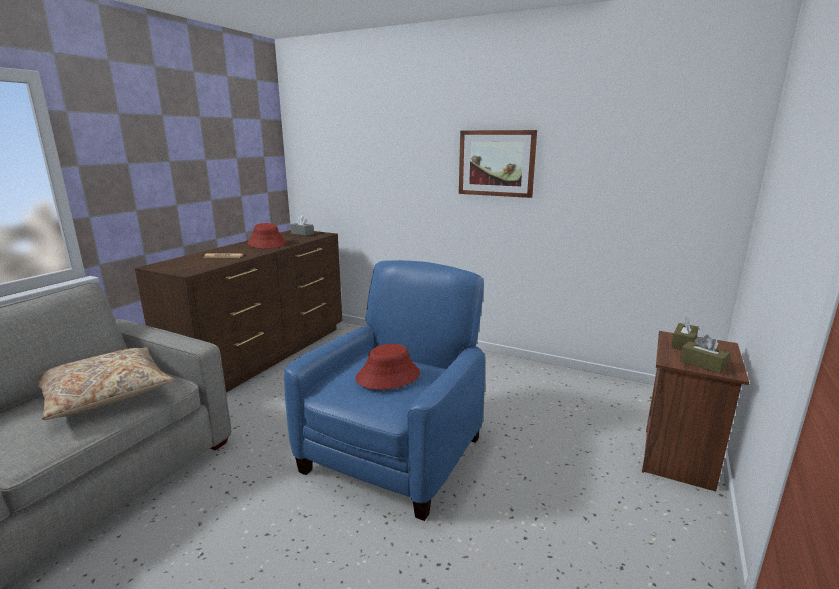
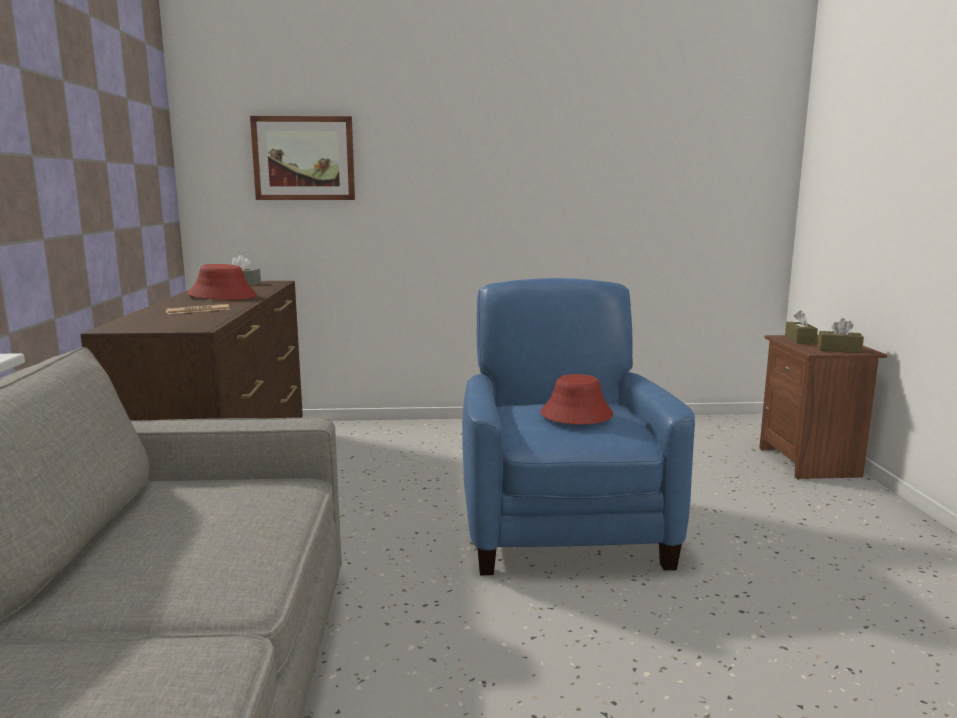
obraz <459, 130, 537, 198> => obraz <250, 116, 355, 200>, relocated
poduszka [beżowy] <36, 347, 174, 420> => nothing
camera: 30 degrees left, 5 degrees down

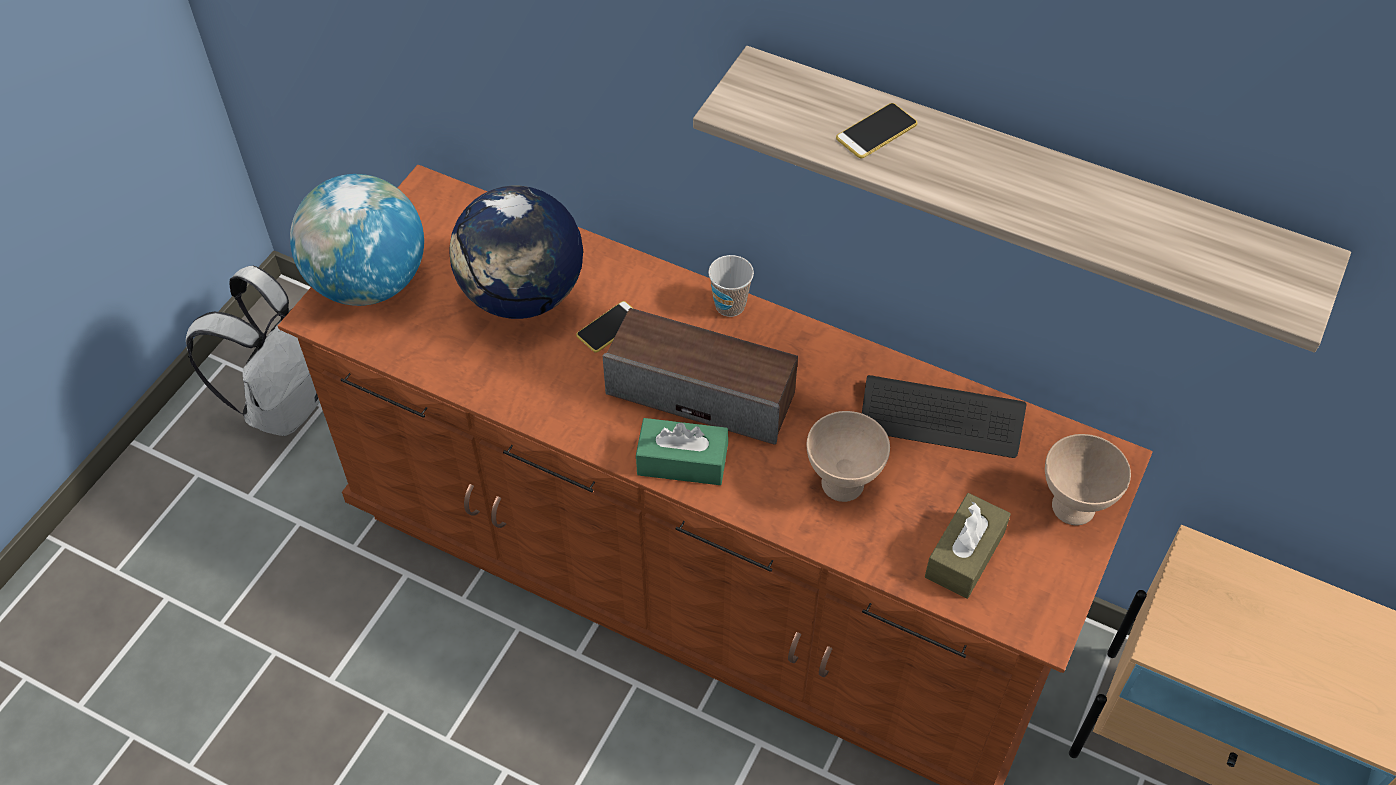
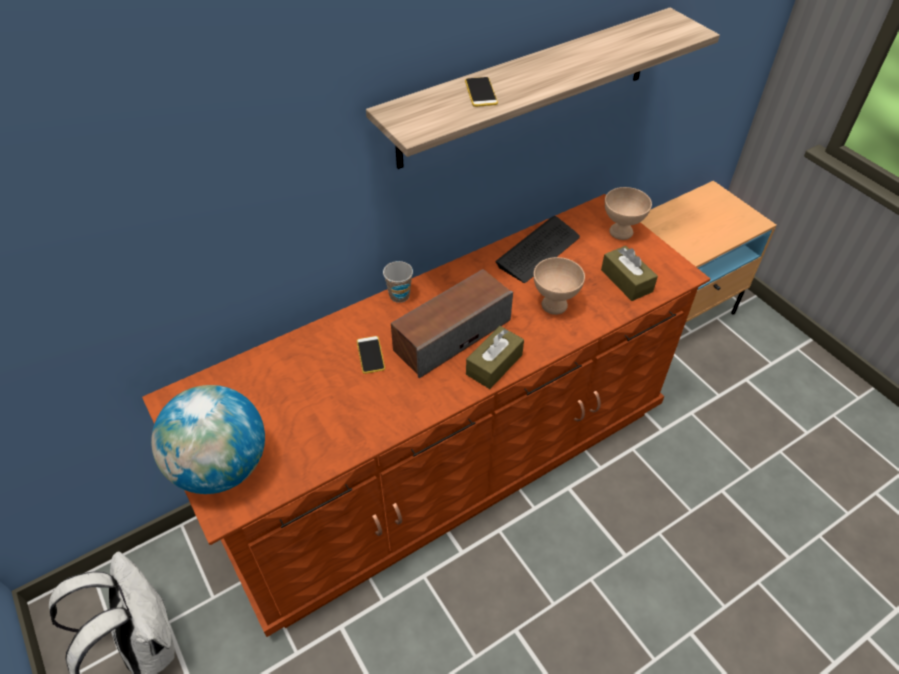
globus <449, 186, 583, 319> => nothing
pudełko chusteczek [zielony] <636, 418, 728, 485> => pudełko chusteczek [brązowy] <466, 326, 524, 389>
camera: 60 degrees left, 5 degrees down

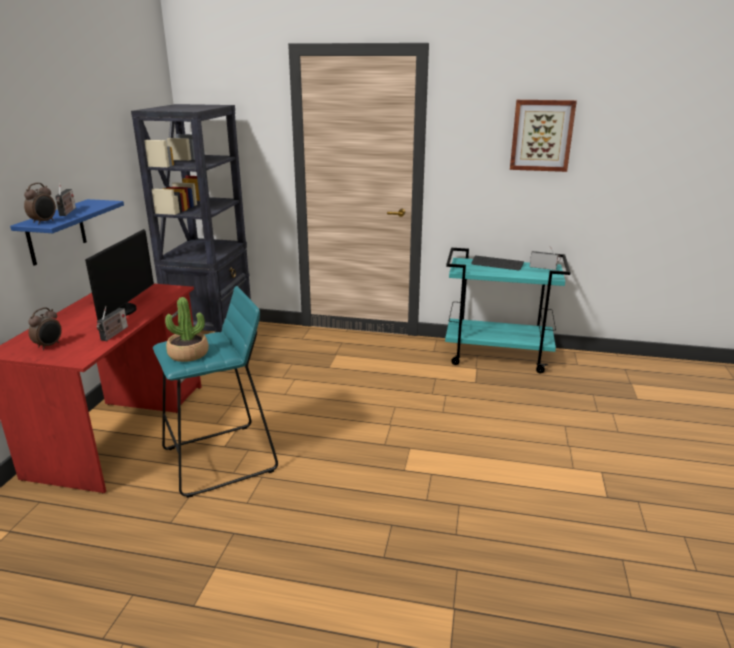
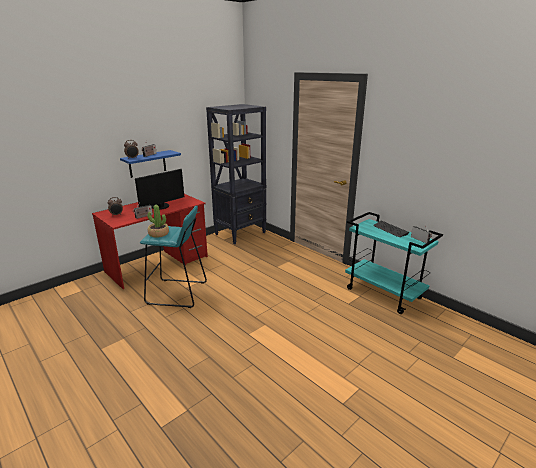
obraz <510, 100, 577, 172> => nothing
camera: 35 degrees right, 0 degrees up

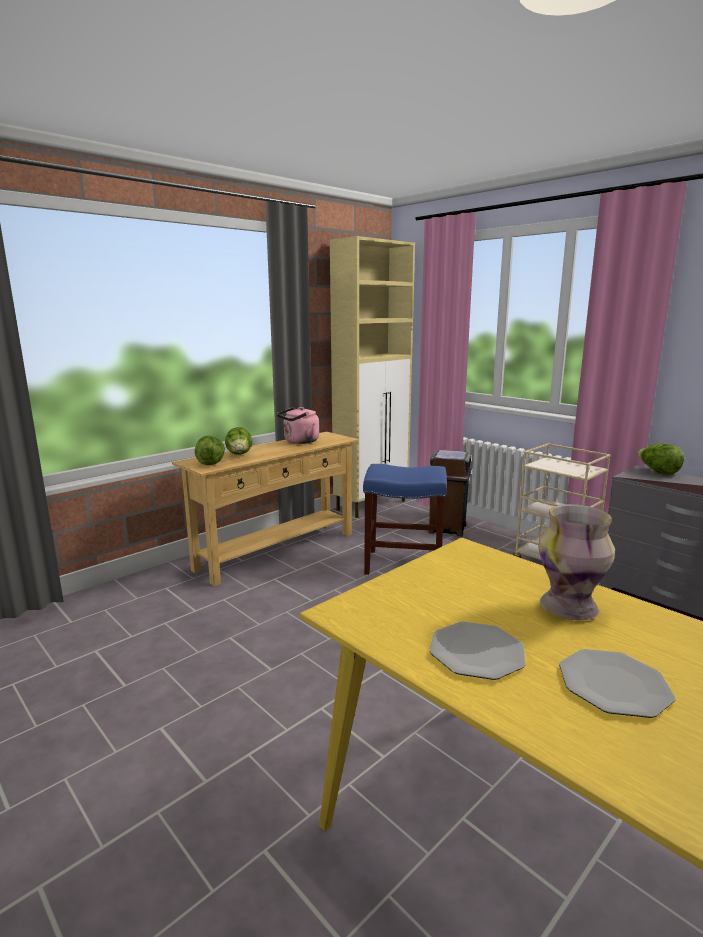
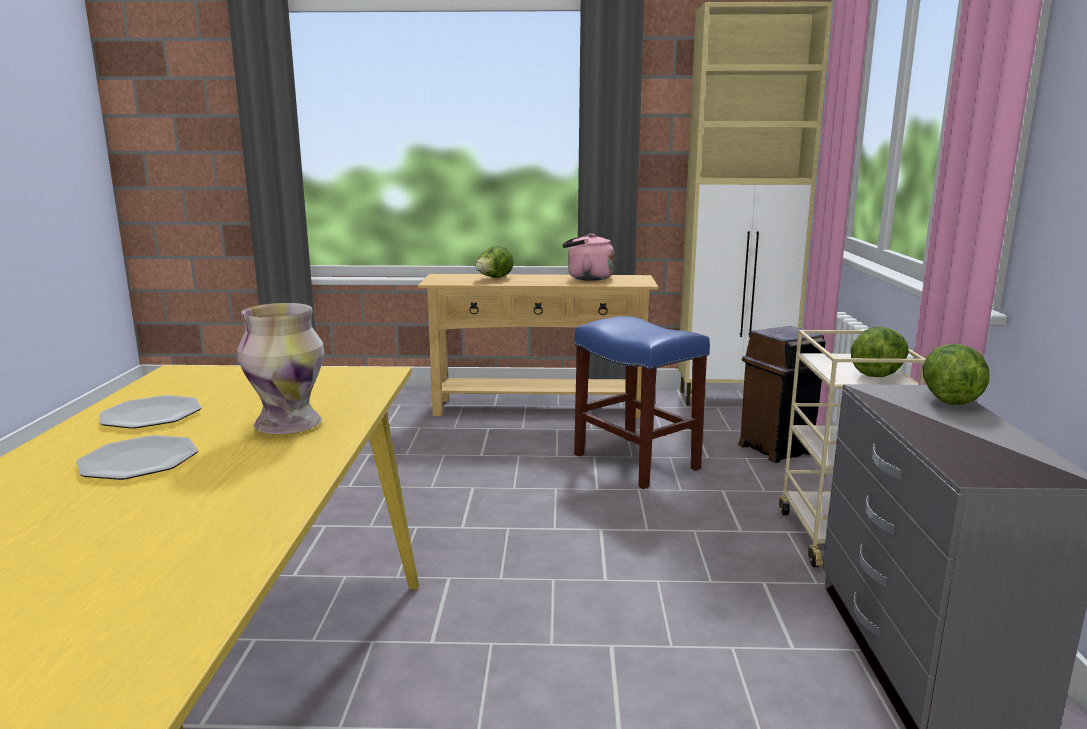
sałata <195, 436, 225, 465> => sałata <851, 327, 909, 377>, relocated
camera: 45 degrees right, 0 degrees up

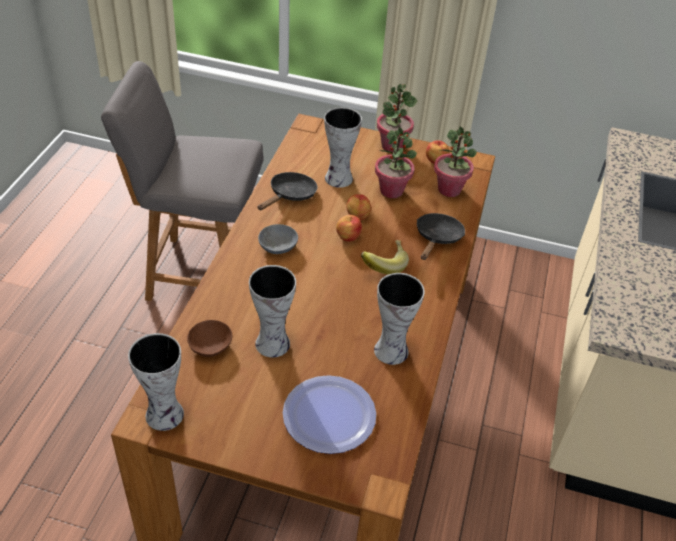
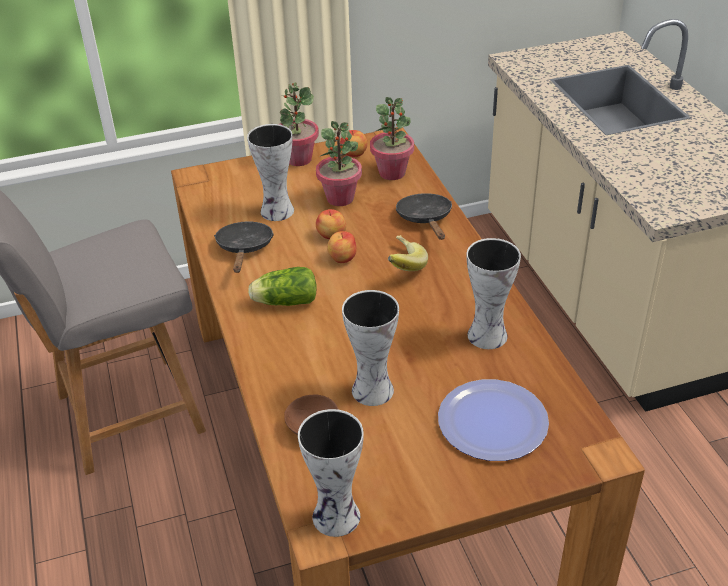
miska [szary] <258, 224, 298, 254> => sałata <248, 267, 316, 306>
camera: 30 degrees left, 5 degrees down

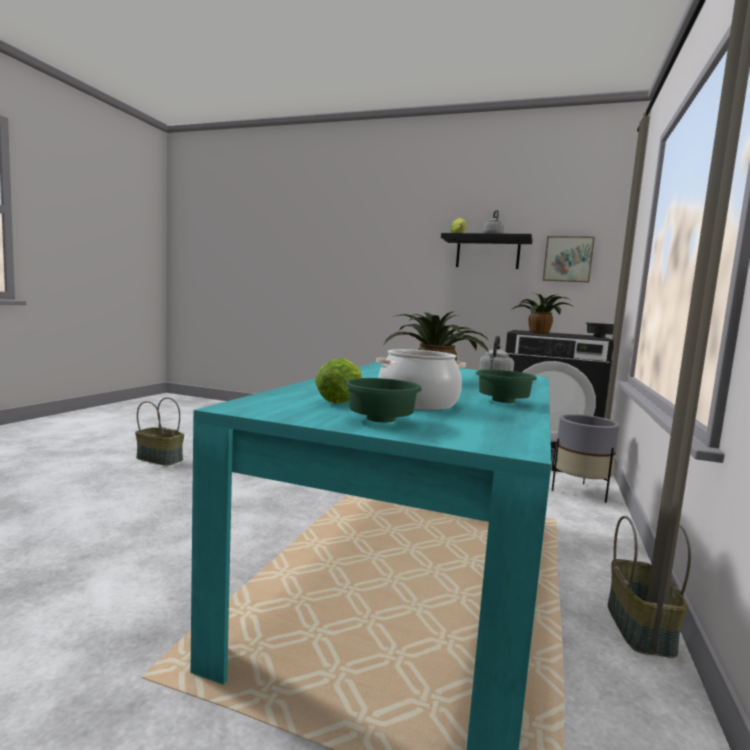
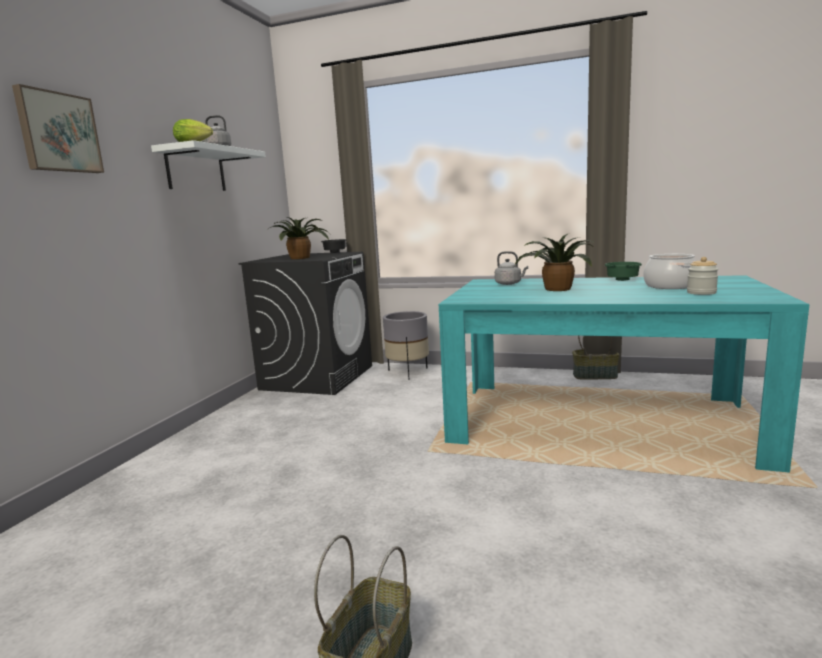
półka [czarny] <441, 233, 533, 269> => półka [biały] <151, 140, 266, 191>
obraz <543, 236, 595, 282> => obraz <12, 84, 104, 173>, relocated
sałata <315, 358, 362, 404> => słoik <687, 257, 719, 295>
miska [zielony] <345, 378, 422, 422> => nothing
camera: 90 degrees left, 5 degrees up

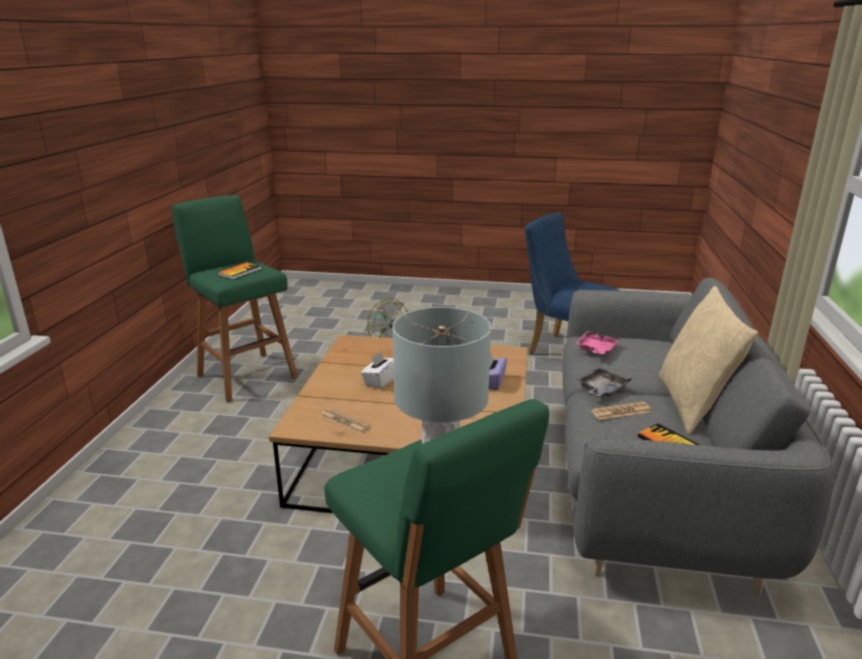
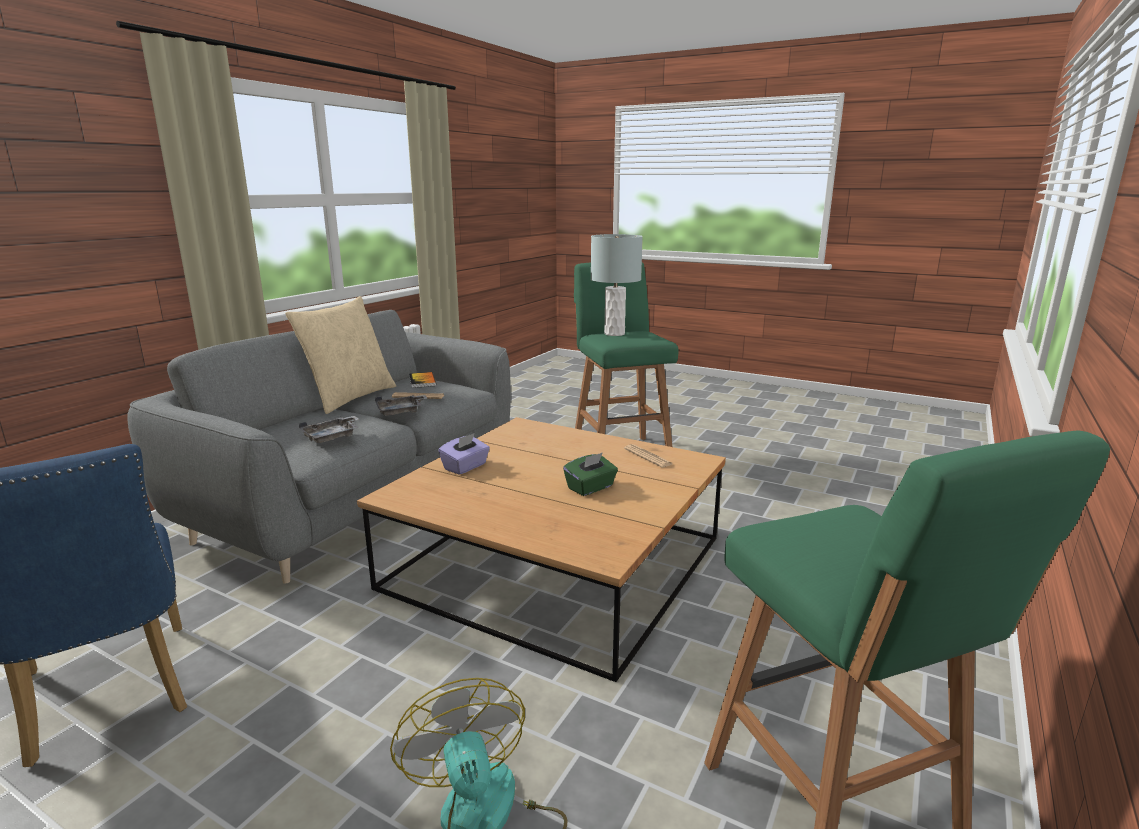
książka <218, 262, 261, 279> => nothing
taca [różowy] <576, 331, 620, 355> => taca [szary] <299, 416, 359, 443>
pudełko chusteczek [biały] <361, 351, 394, 389> => pudełko chusteczek [zielony] <563, 453, 618, 496>
camera: 160 degrees left, 5 degrees down

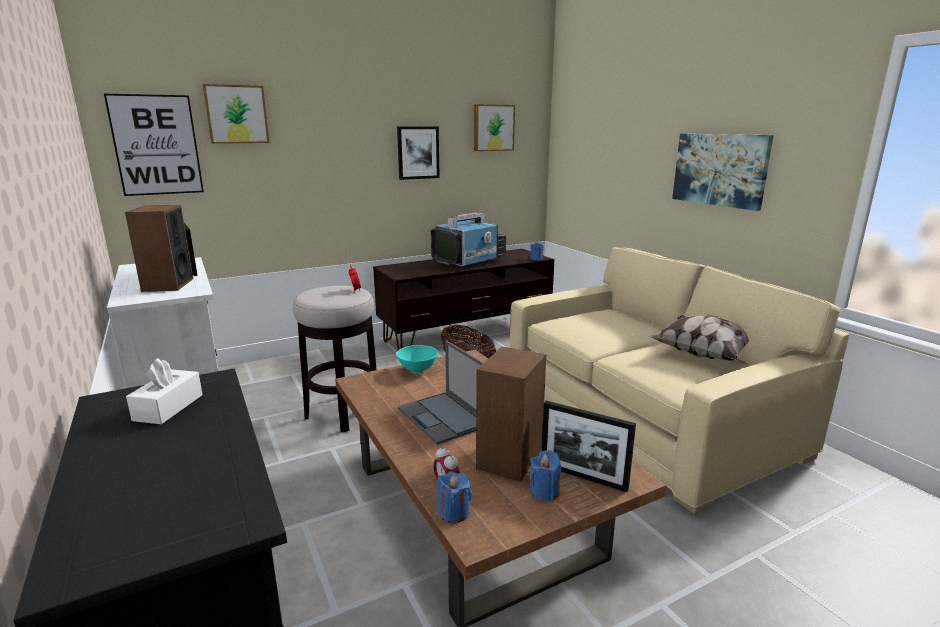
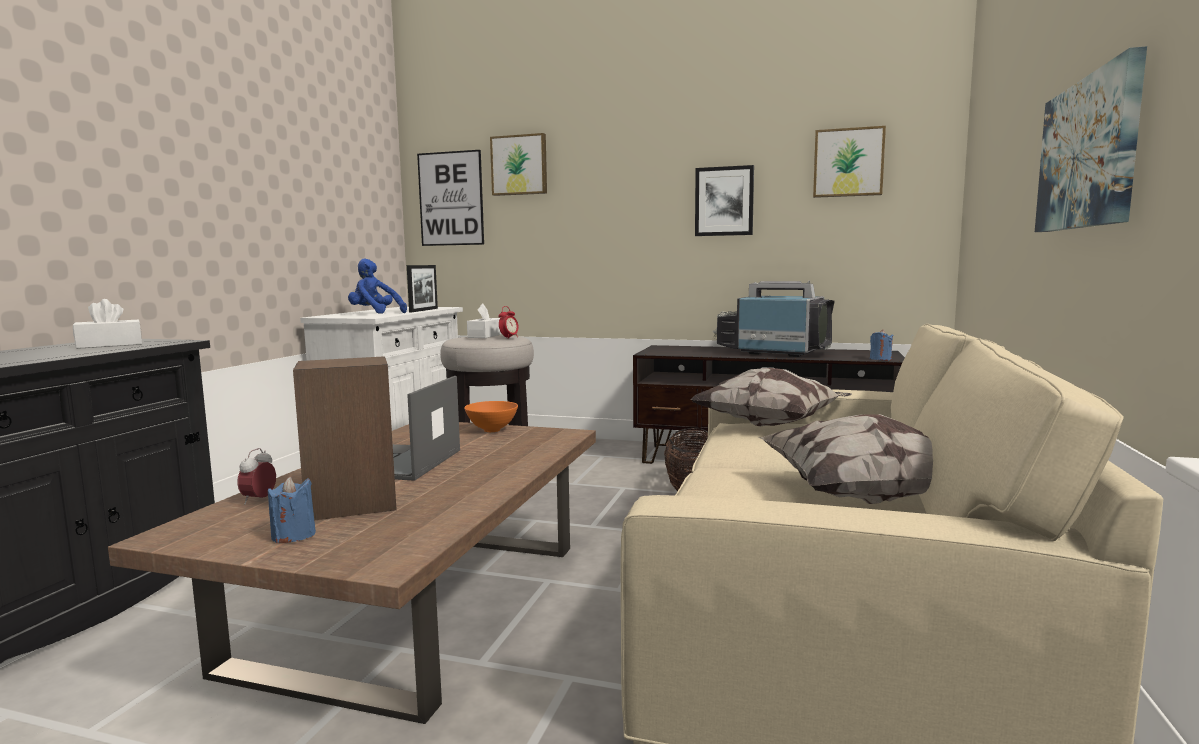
głośnik <125, 205, 193, 292> => pluszak [niebieski] <348, 259, 407, 314>
telewizor <431, 212, 506, 268> => telewizor <712, 281, 835, 357>, 150 degrees counterclockwise
miska [turkusowy] <396, 345, 438, 373> => miska [pomarańczowy] <464, 401, 518, 432>
ramka na zdjęcie <542, 401, 636, 492> => nothing
świeca [niebieski] <437, 471, 472, 523> => nothing
nothing => pudełko chusteczek [biały] <467, 304, 502, 338>
nothing => poduszka <690, 368, 852, 427>
camera: 45 degrees right, 10 degrees down

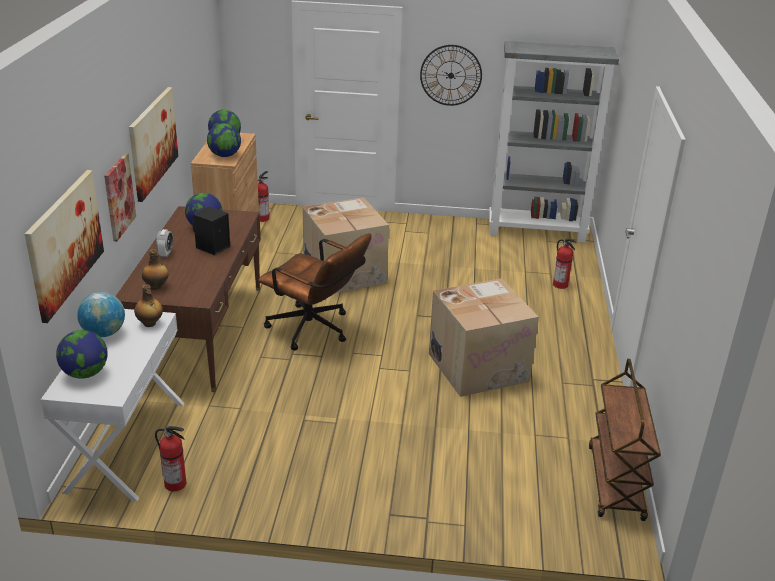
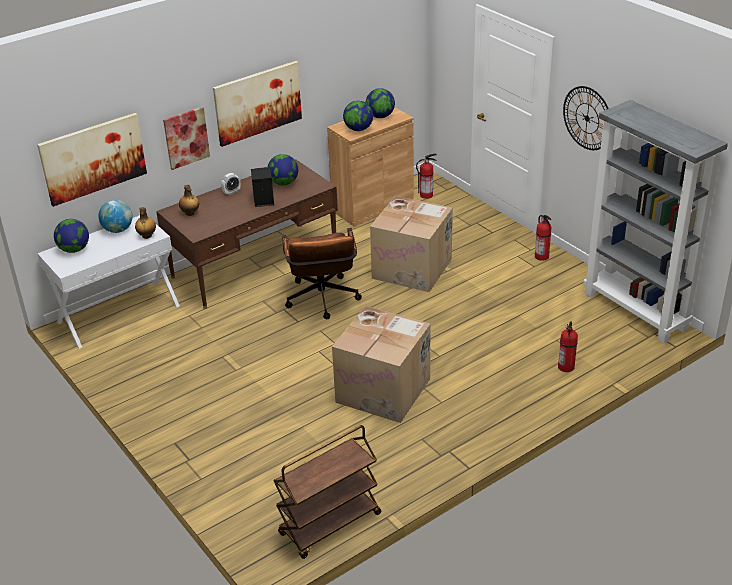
gaśnica <155, 426, 186, 491> => gaśnica <535, 215, 551, 261>, relocated
camera: 50 degrees right, 5 degrees up

